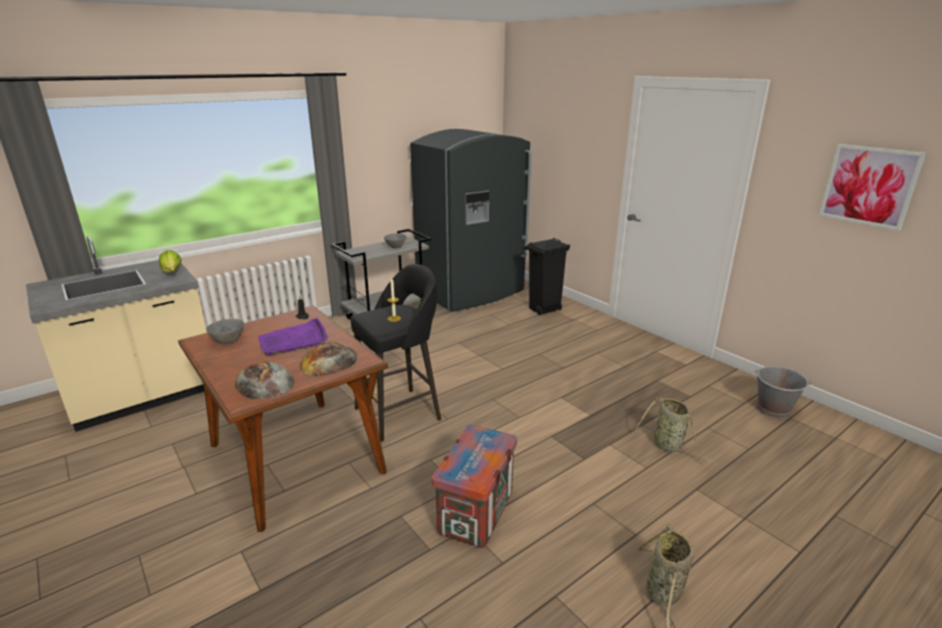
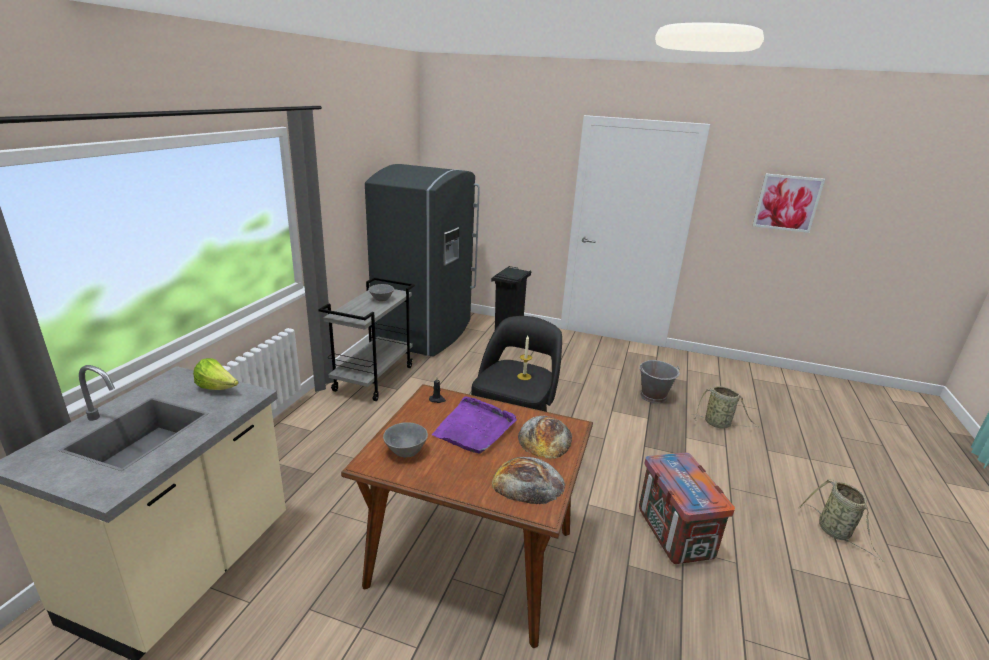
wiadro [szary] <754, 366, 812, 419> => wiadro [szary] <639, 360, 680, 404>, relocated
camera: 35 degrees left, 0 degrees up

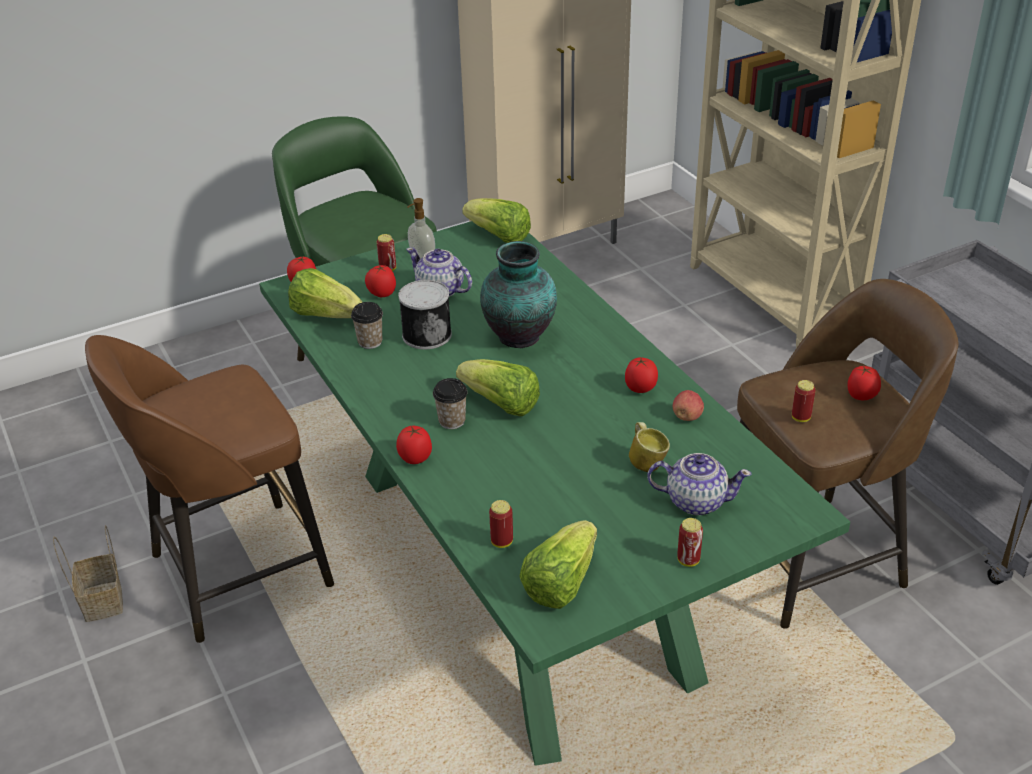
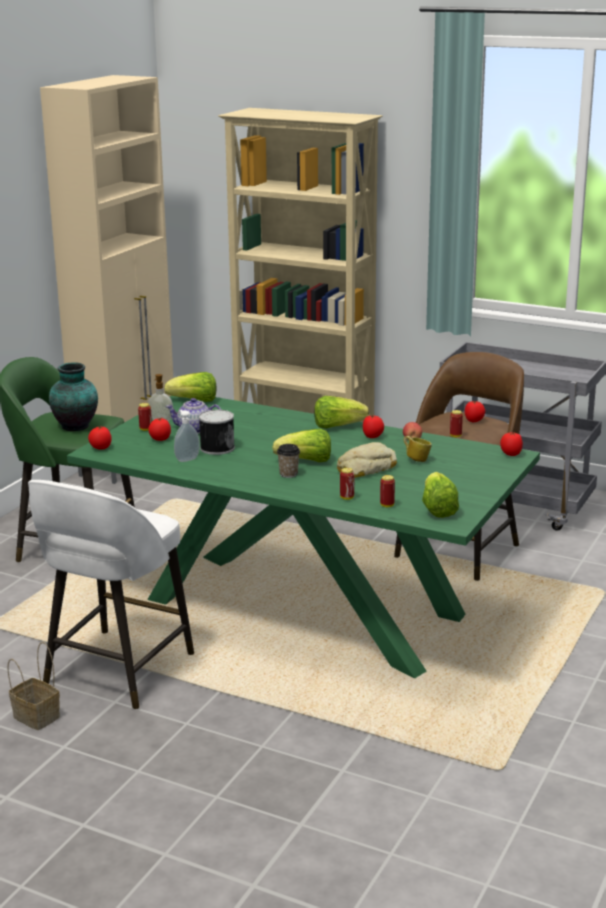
wazon <480, 241, 557, 348> => wazon <49, 362, 98, 431>, relocated
sałata <288, 268, 362, 318> => sałata <314, 396, 369, 428>, relocated
filiżanka <351, 302, 383, 349> => dozownik mydła <174, 410, 200, 462>
stołek [brązowy] <85, 335, 334, 643> => stołek [biały] <28, 480, 194, 709>
pomidor <396, 426, 432, 464> => pomidor <500, 432, 523, 456>, relocated
imbryk <647, 453, 752, 515> => nothing
puszka <677, 518, 703, 567> => puszka <340, 468, 354, 500>, relocated
nothing => chleb <337, 442, 397, 478>
camera: 35 degrees left, 15 degrees down

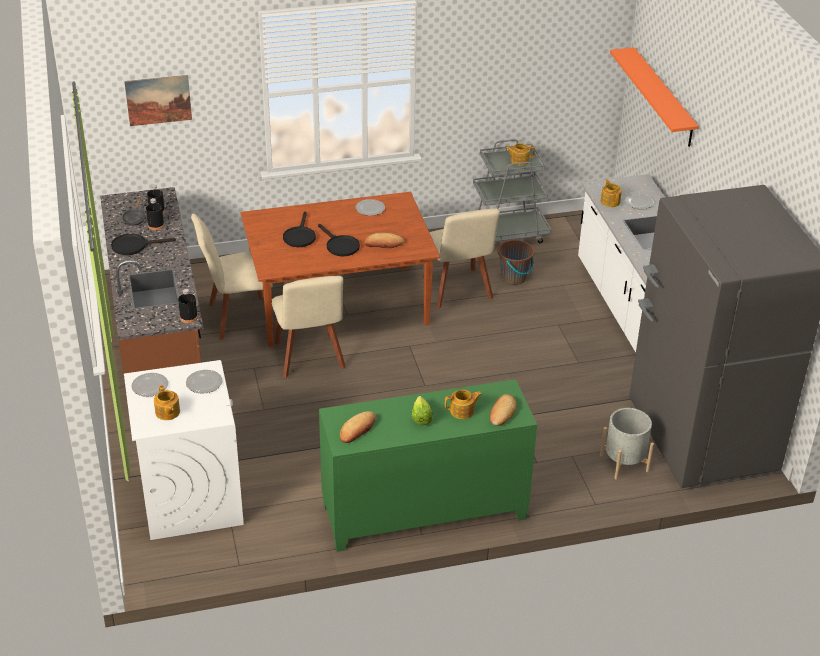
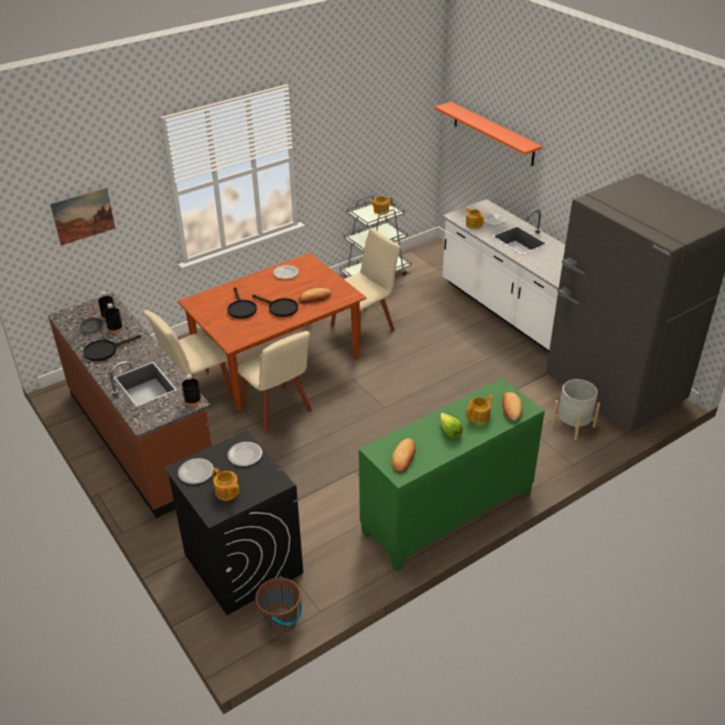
krzesło [beżowy] <423, 209, 500, 309> => krzesło [beżowy] <331, 228, 400, 346>, 90 degrees counterclockwise
wiadro [brązowy] <497, 240, 535, 285> => wiadro [brązowy] <255, 576, 302, 634>, relocated
pralka [biały] <124, 360, 244, 540> => pralka [czarny] <164, 430, 303, 615>
camera: 20 degrees left, 0 degrees up

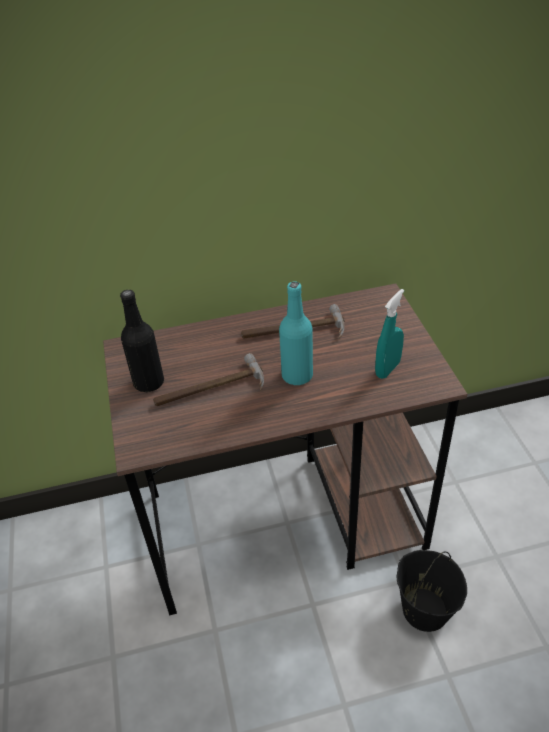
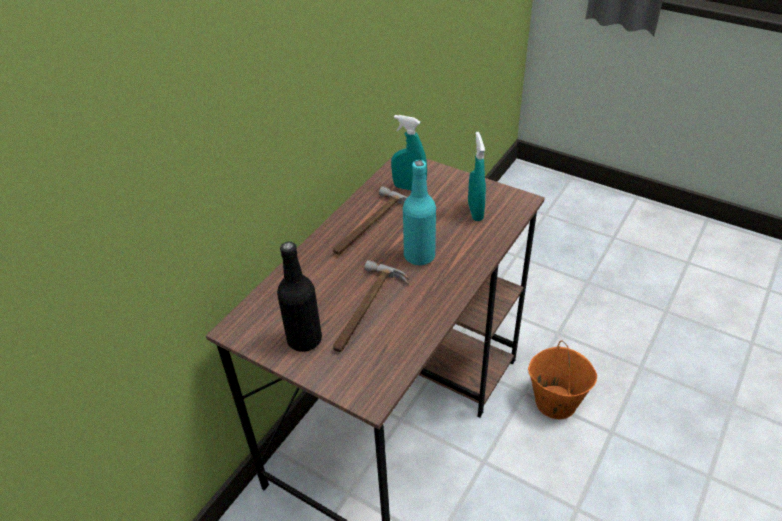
wiadro [czarny] <397, 550, 467, 632> => wiadro [pomarańczowy] <528, 340, 597, 419>
nothing => spryskiwacz [turkusowy] <391, 115, 427, 190>
camera: 45 degrees left, 0 degrees up

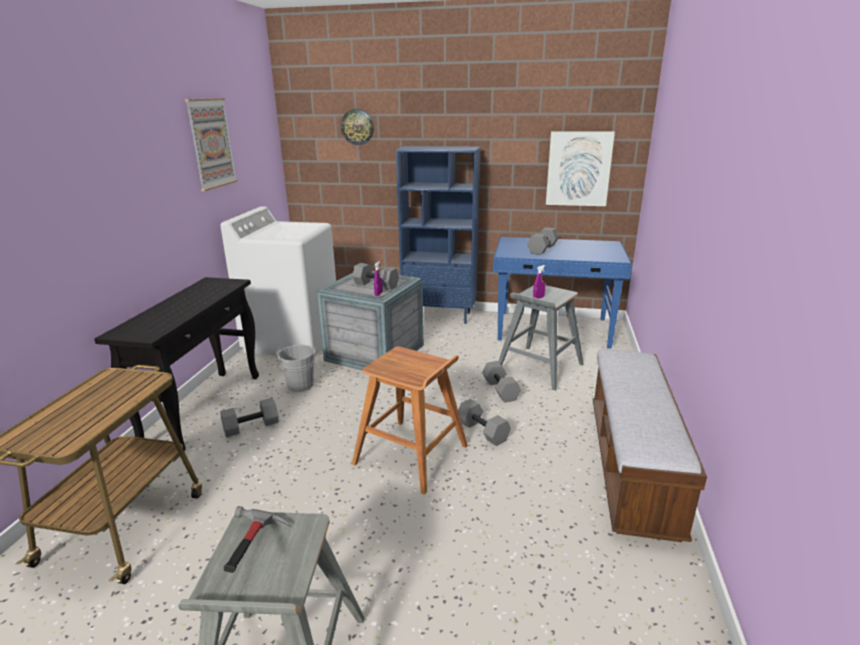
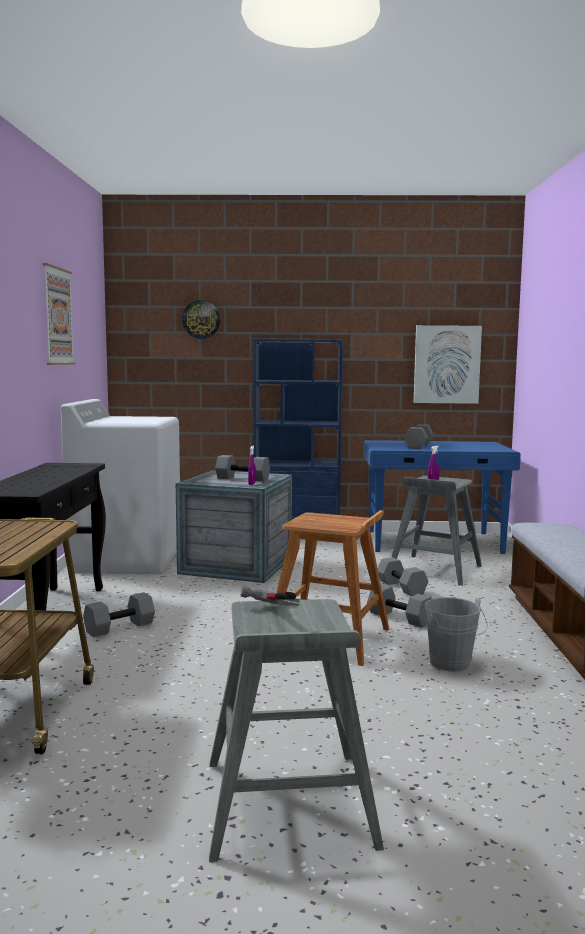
wiadro [szary] <276, 345, 316, 392> => wiadro [szary] <424, 597, 487, 672>, relocated
camera: 10 degrees left, 15 degrees down

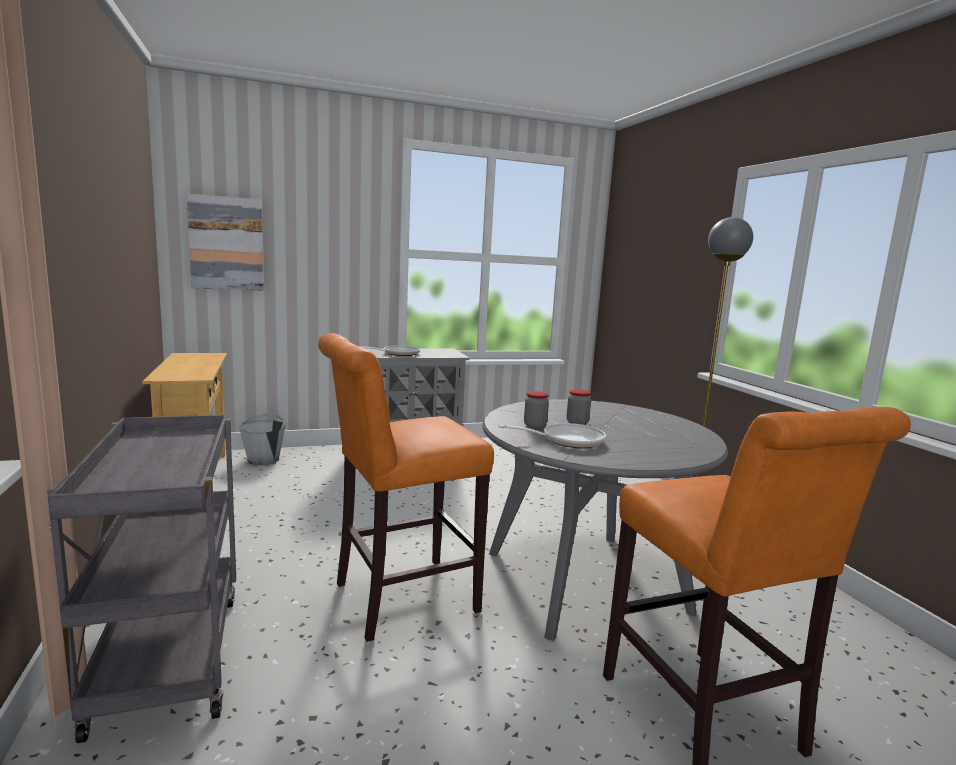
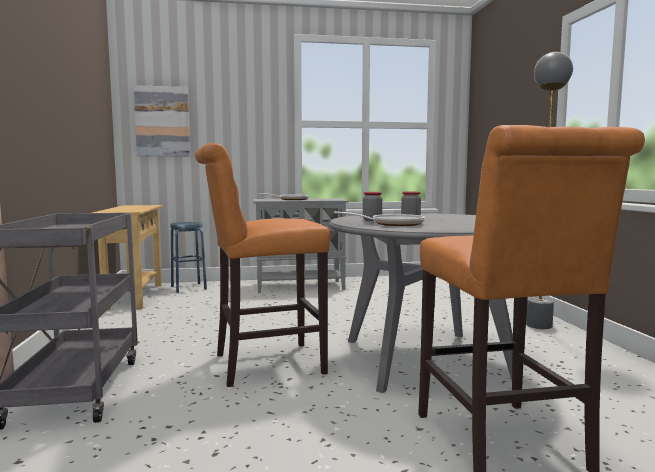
wiadro [szary] <239, 414, 286, 465> => stołek [niebieski] <170, 222, 207, 293>
camera: 10 degrees right, 5 degrees down

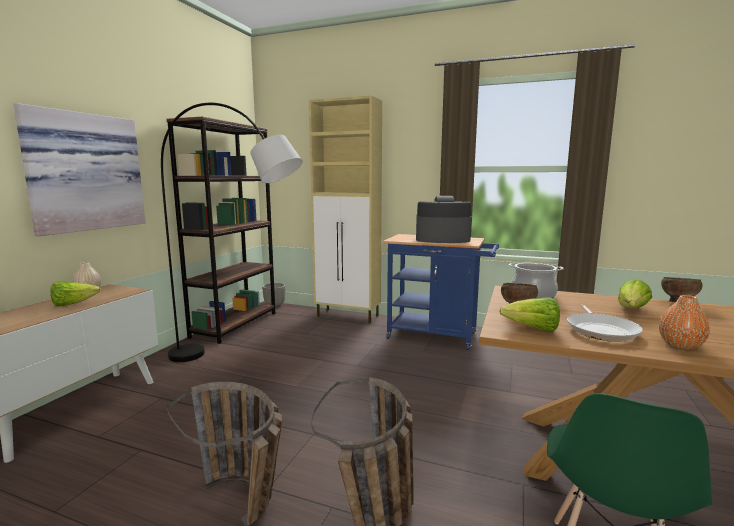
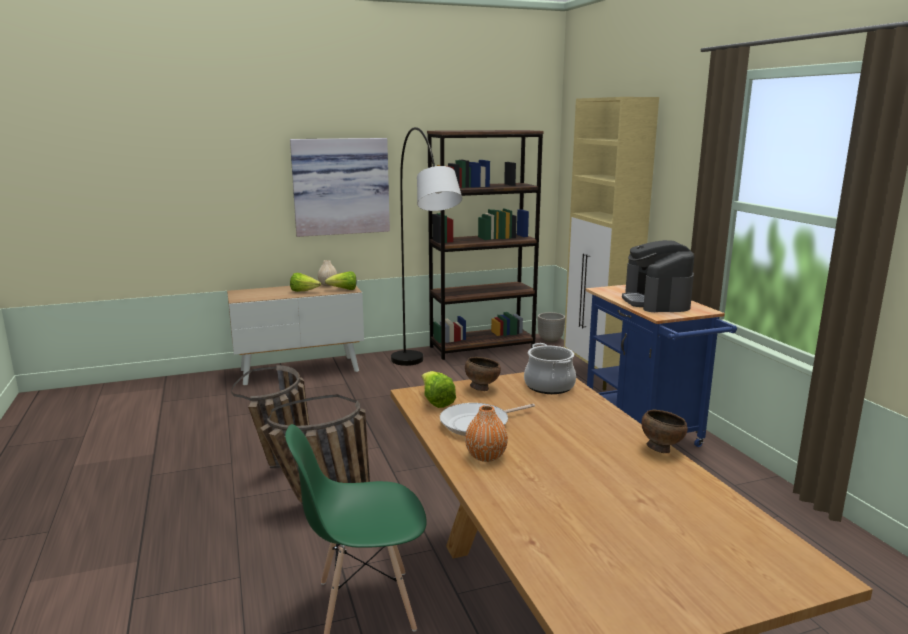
ekspres do kawy <416, 196, 472, 243> => ekspres do kawy <622, 240, 694, 312>, 150 degrees counterclockwise
sałata <618, 279, 652, 308> => sałata <325, 271, 356, 290>, relocated
camera: 50 degrees right, 5 degrees up

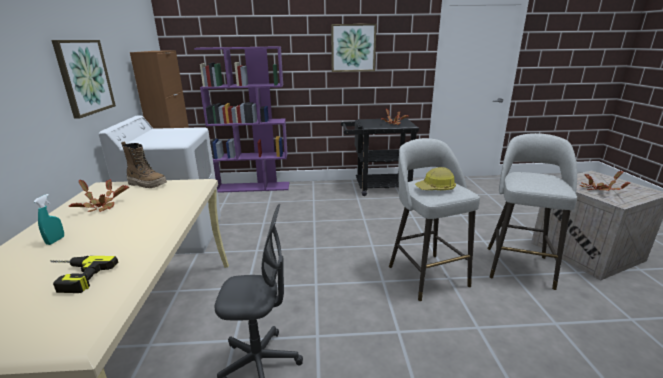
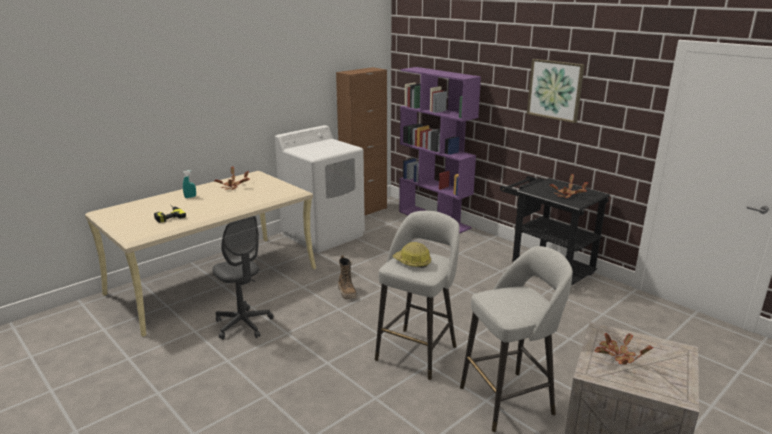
obraz <51, 40, 116, 119> => nothing
but z cholewką <121, 141, 167, 188> => but z cholewką <338, 255, 356, 299>, relocated
camera: 50 degrees right, 0 degrees up

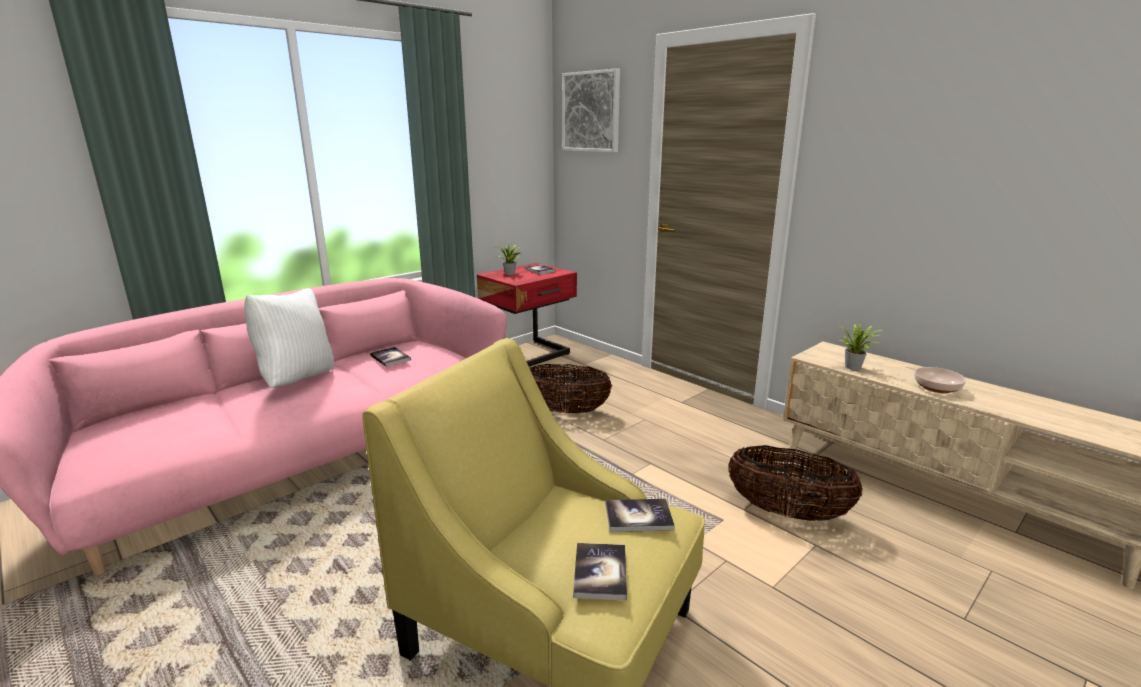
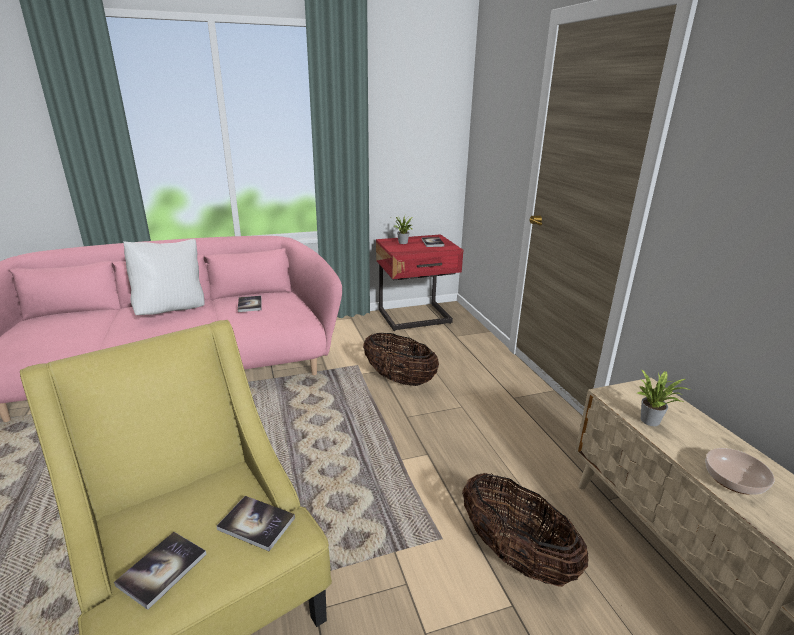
obraz <562, 69, 620, 152> => nothing
camera: 25 degrees right, 5 degrees up

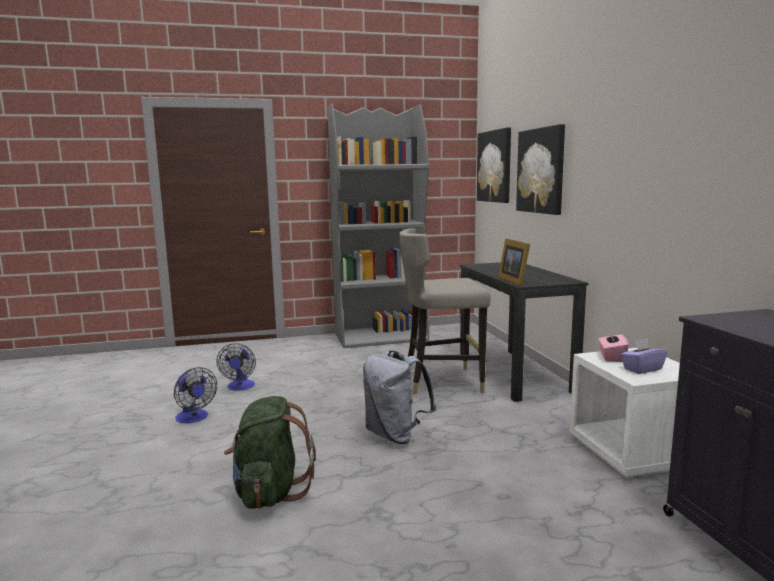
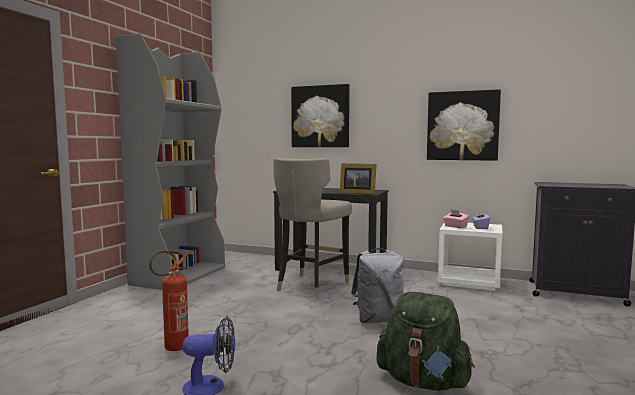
obraz <477, 127, 511, 203> => obraz <427, 89, 501, 161>, relocated
wentylator <217, 343, 256, 391> => gaśnica <149, 250, 189, 351>
camera: 55 degrees left, 5 degrees down

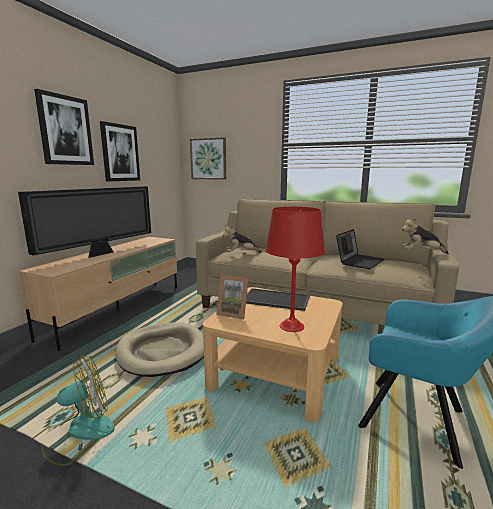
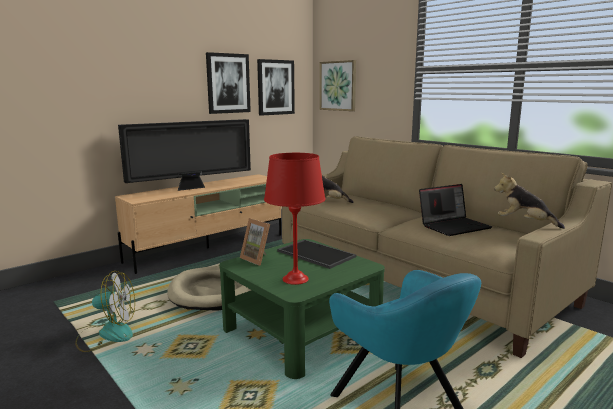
obraz <34, 89, 94, 165> => obraz <257, 59, 295, 116>, relocated
ława [beżowy] <203, 287, 343, 422> => ława [zielony] <219, 239, 385, 379>
camera: 25 degrees right, 0 degrees up

